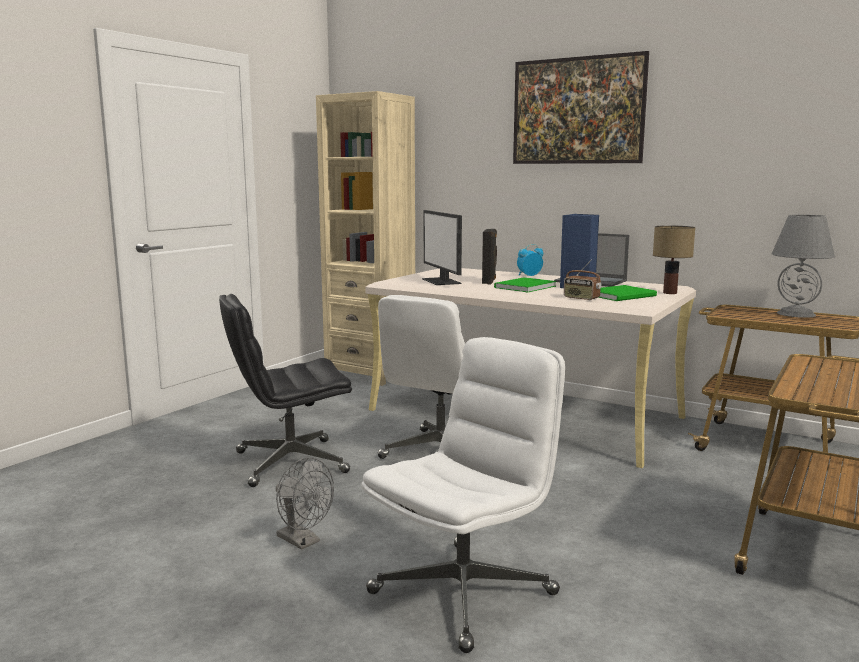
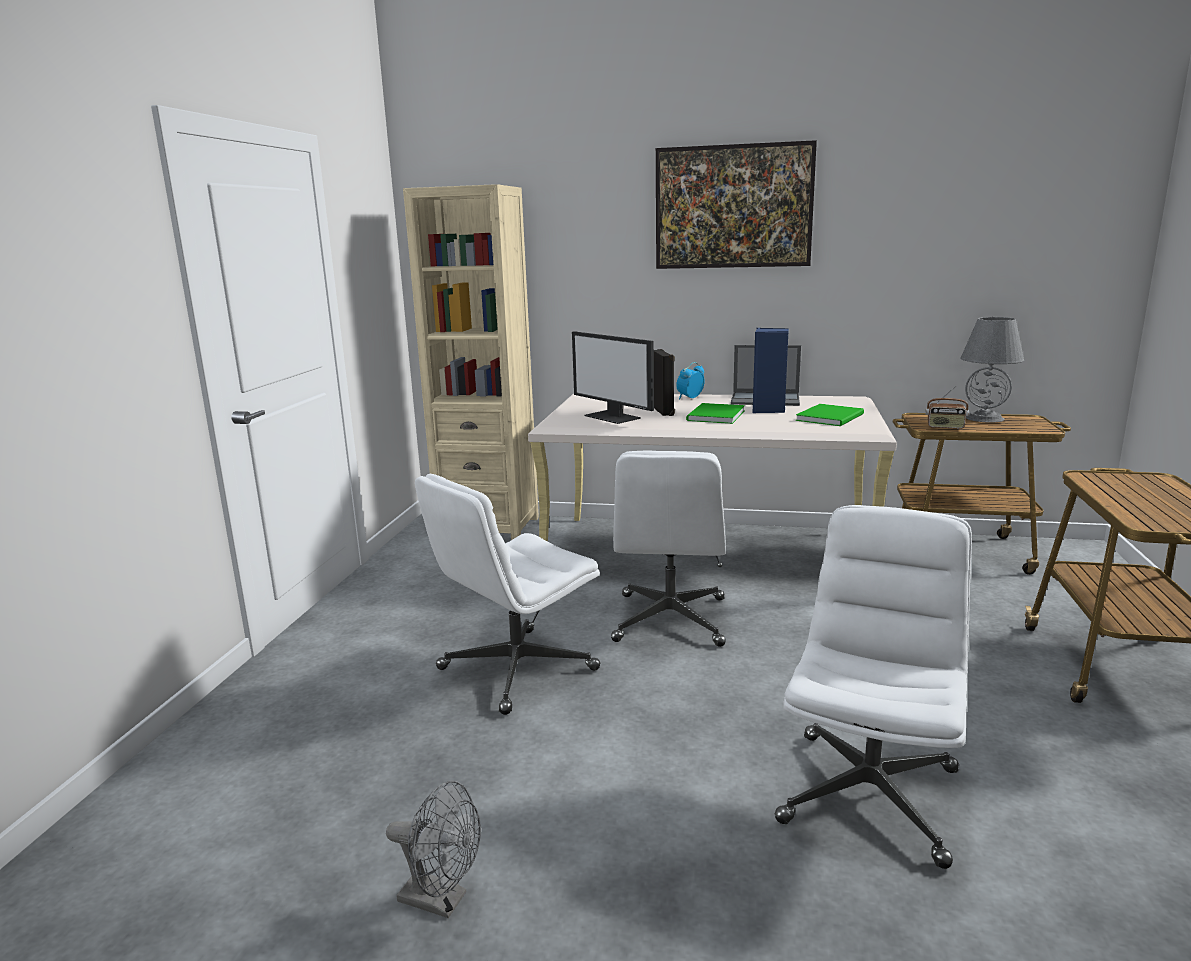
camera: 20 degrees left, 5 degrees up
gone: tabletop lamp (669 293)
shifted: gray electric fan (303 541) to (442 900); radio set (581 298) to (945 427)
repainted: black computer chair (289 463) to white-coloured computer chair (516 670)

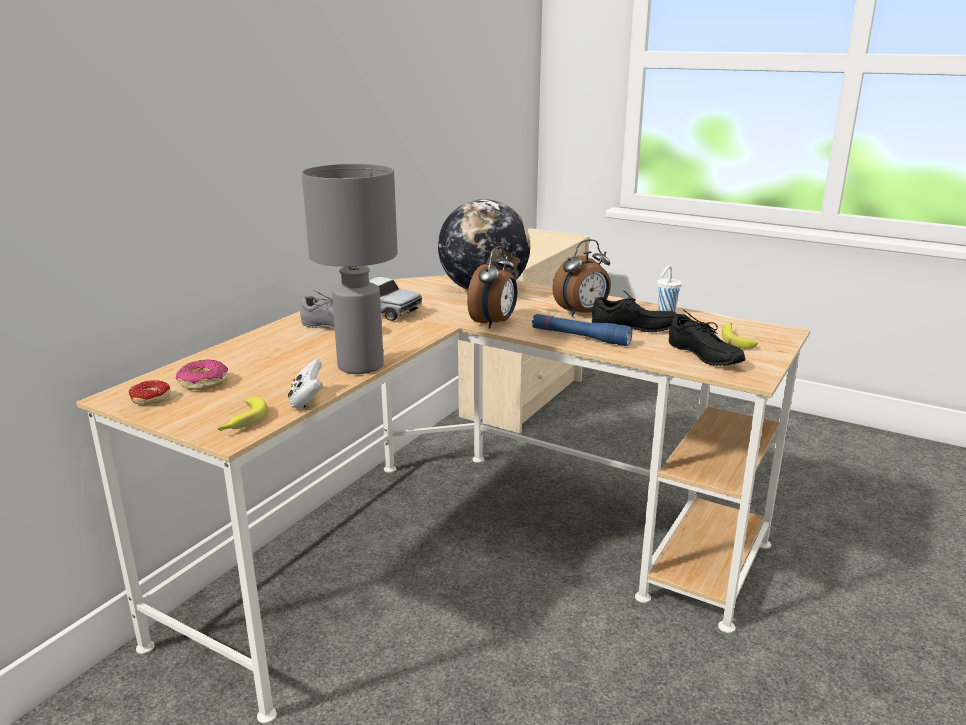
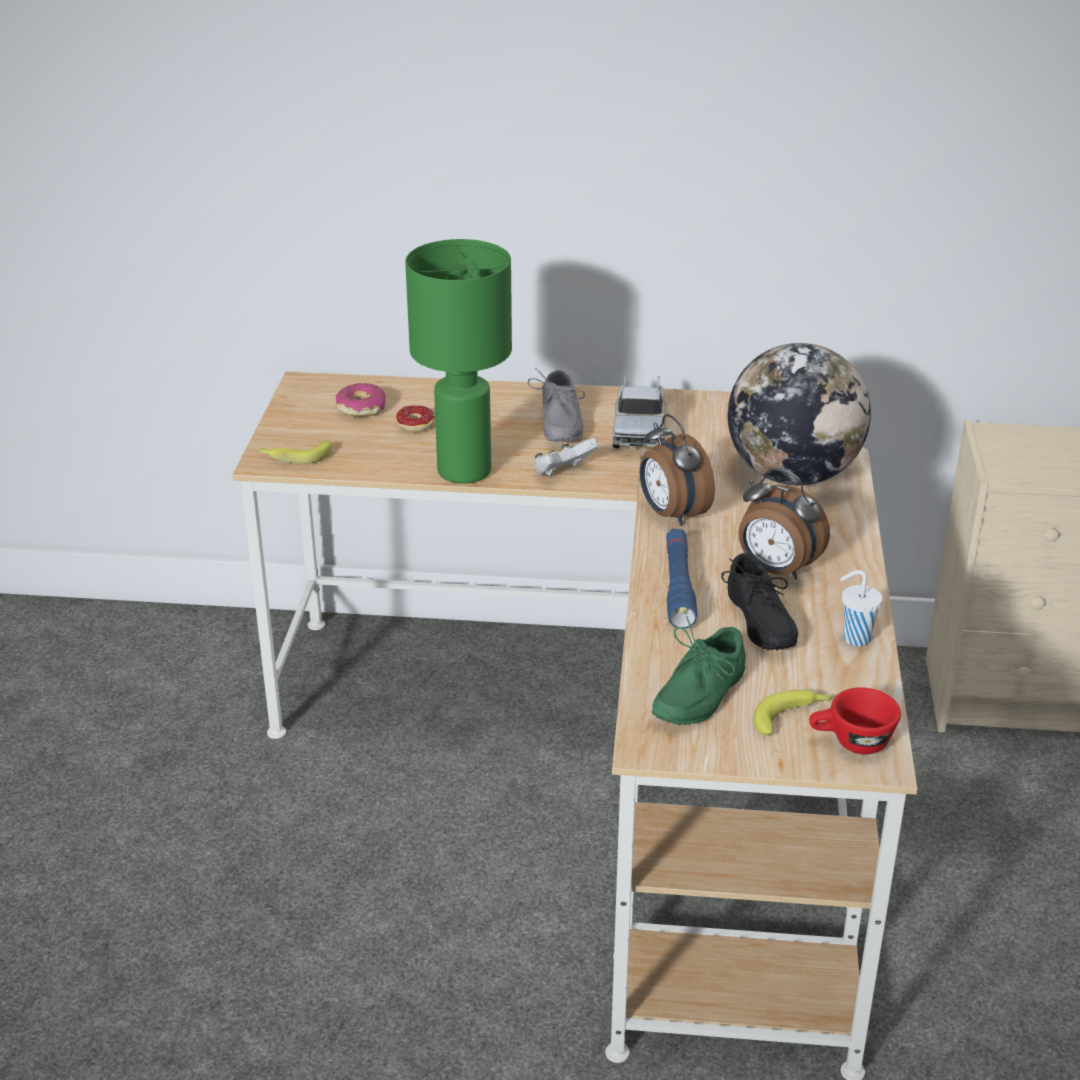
camera: 65 degrees right, 10 degrees up
new: red cup (851 742)
shifted: donut (148 402) to (409 427); white-coloured gamepad (307 400) to (563 472)
repainted: gray tabletop lamp (360 365) to green tabletop lamp (465 470); black low shoe (702 356) to green low shoe (694 694)
rotated: alarm clock (494 323) = (671 514) 60 degrees clockwise

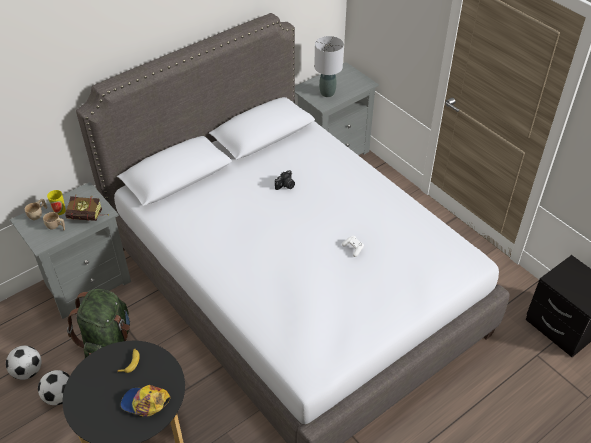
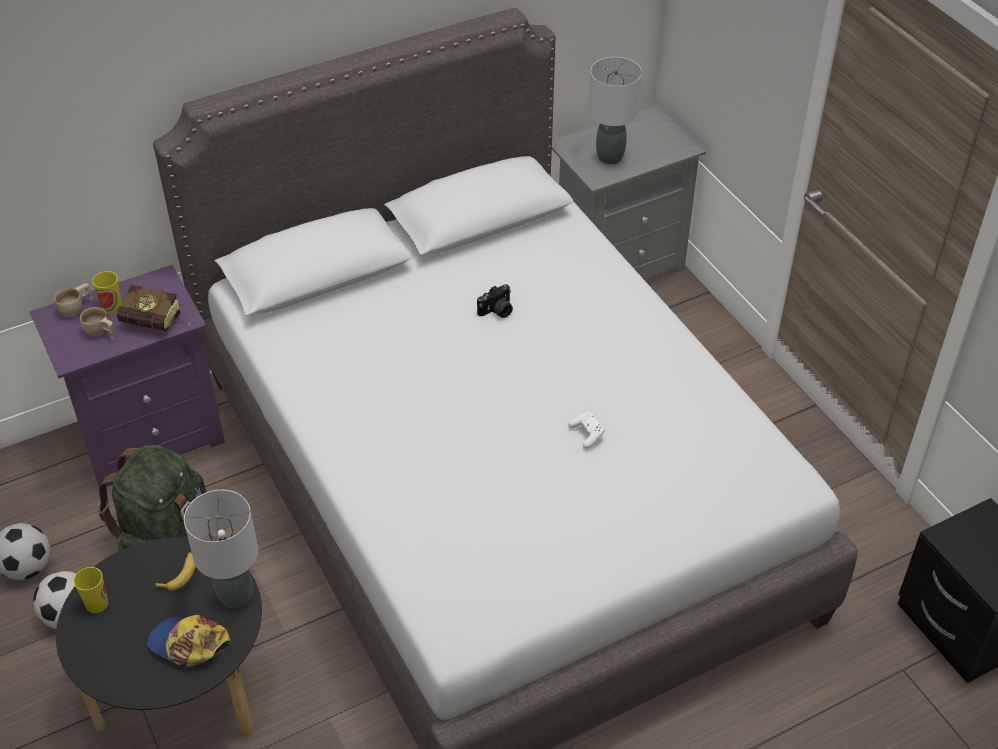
camera: 10 degrees right, 0 degrees up
new: cup (97 603); gray tabletop lamp (236 595)
repainted: gray nightstand (86 283) to purplish nightstand (150 436)

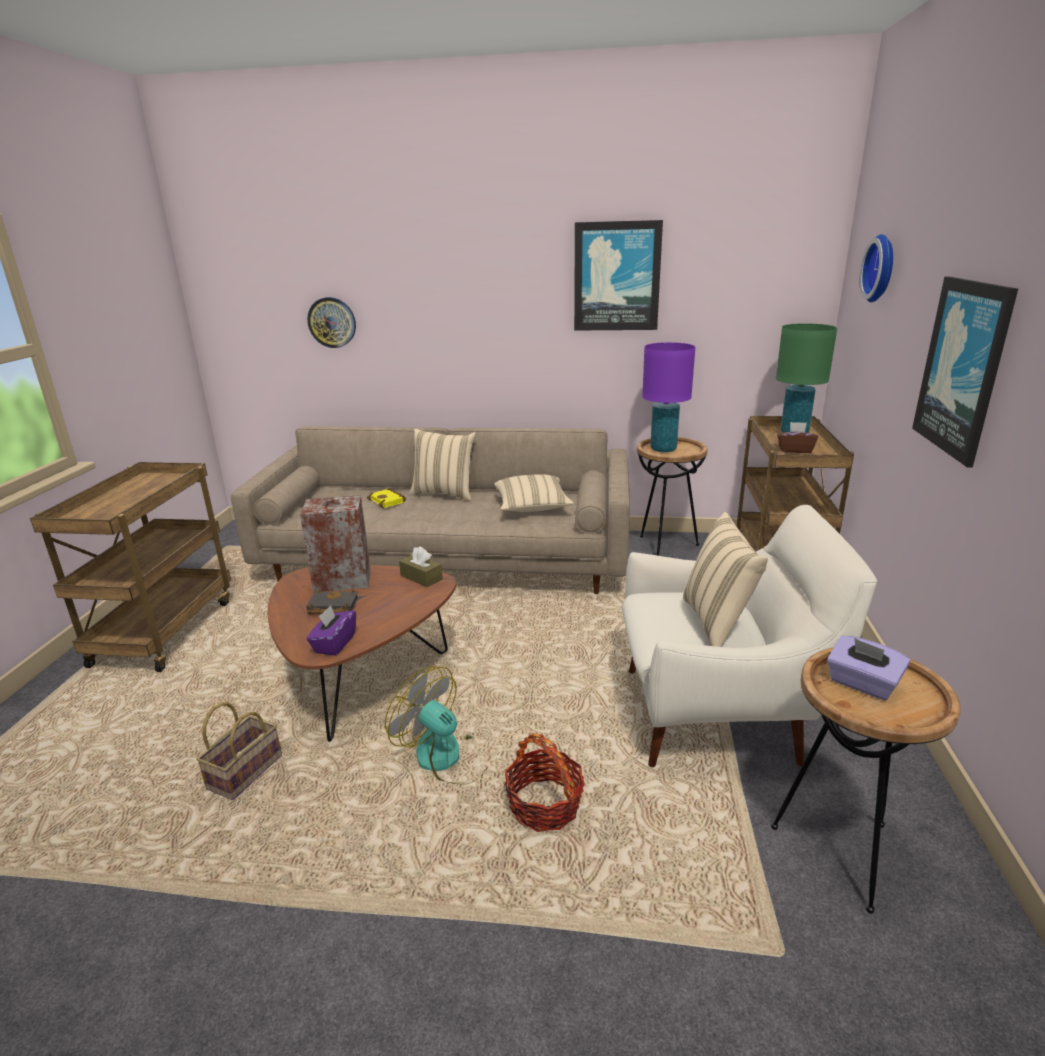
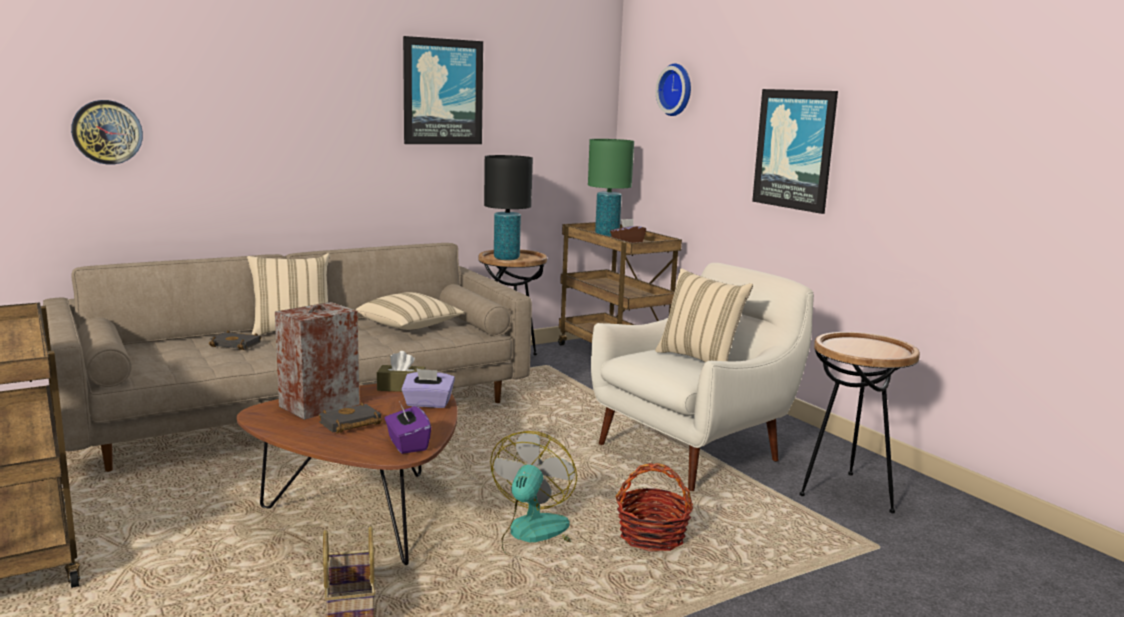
camera: 40 degrees left, 10 degrees down
shifted: purplish tissue holder (862 684) to (428 403)
repainted: yellow volume (388 501) to black volume (237 344); purplish tabletop lamp (663 449) to black tabletop lamp (506 258)
rotated: electric fan (448 757) = (535 537) 105 degrees clockwise

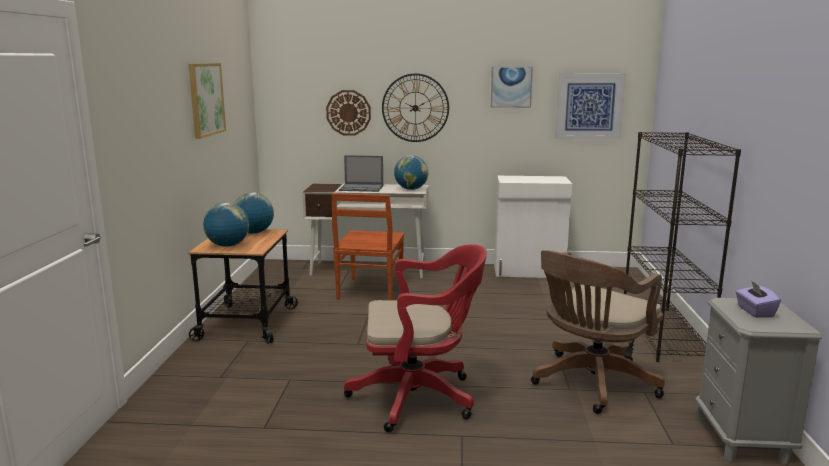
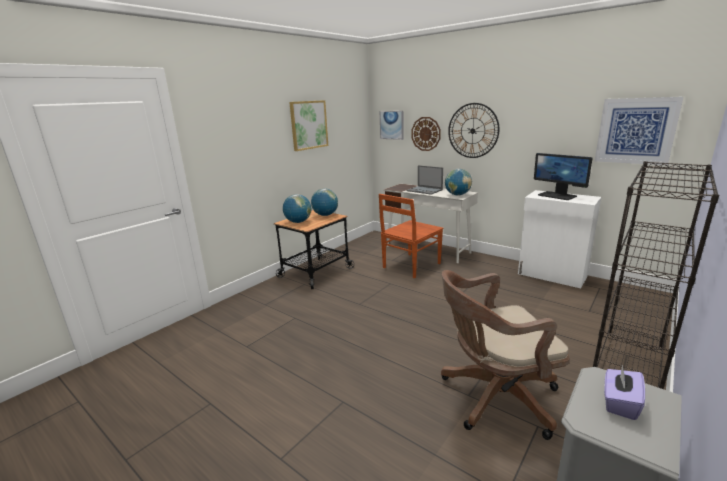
camera: 35 degrees right, 5 degrees up
gone: red computer chair (419 397)
new: monitor (557 195)
shifted: wall art (511 87) to (391 125)

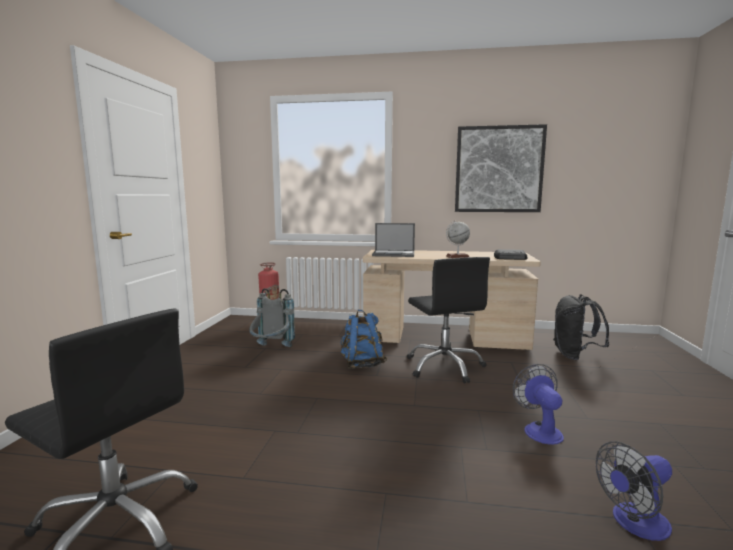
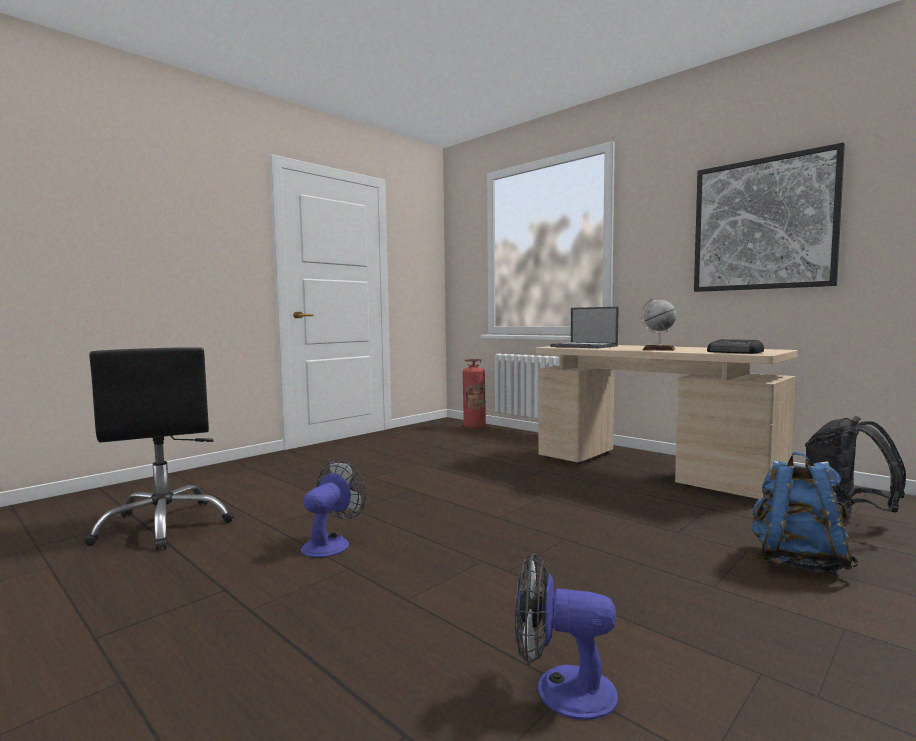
camera: 35 degrees right, 5 degrees down
gone: gray rucksack (271 350); black computer chair (444 366)
shifted: bluish rucksack (362 364) to (797 562); electric fan (539 429) to (331 543)

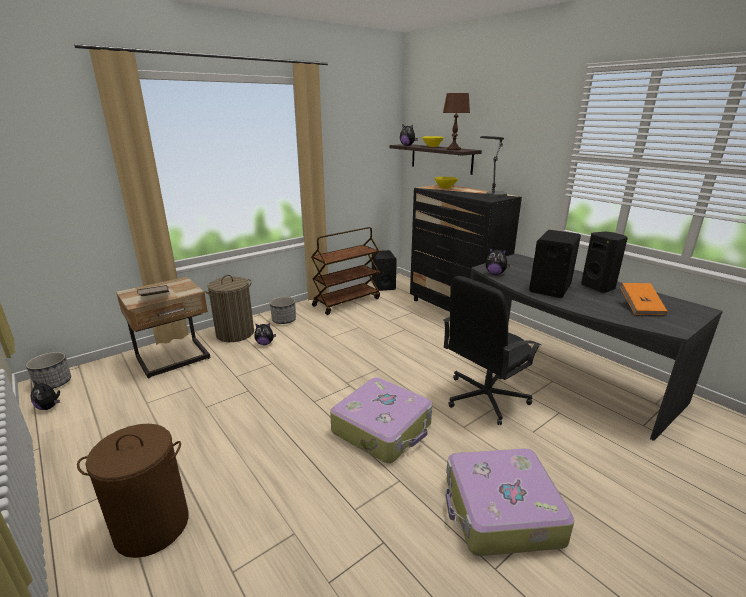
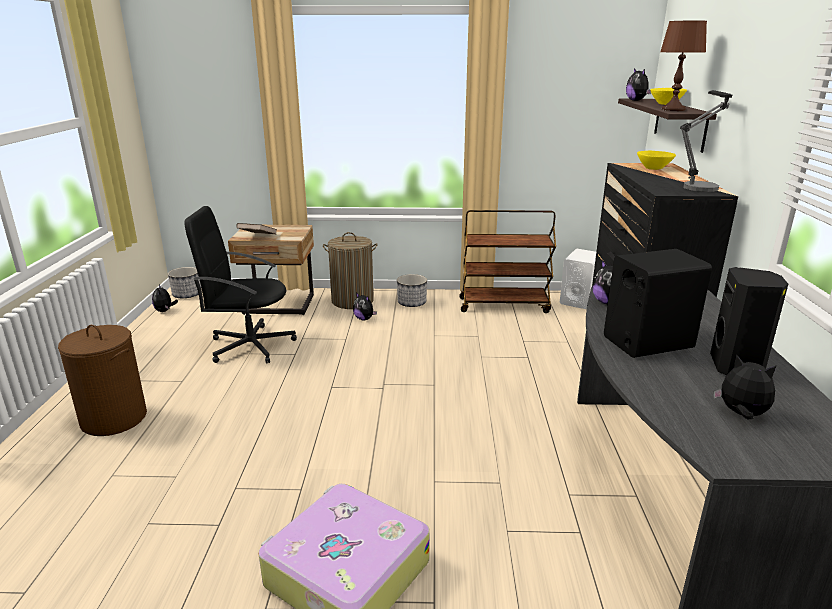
camera: 40 degrees right, 0 degrees up
gone: travel case (383 428)
shifted: black computer chair (484 398) to (250 345)
swapped: orangey volume (640 308) to plush toy (741 414)
repainted: black loudspeaker (383 285) to white-coloured loudspeaker (578 300)

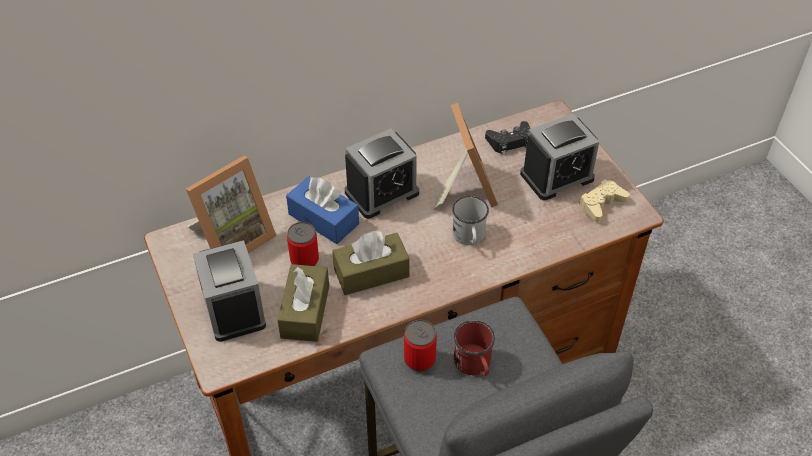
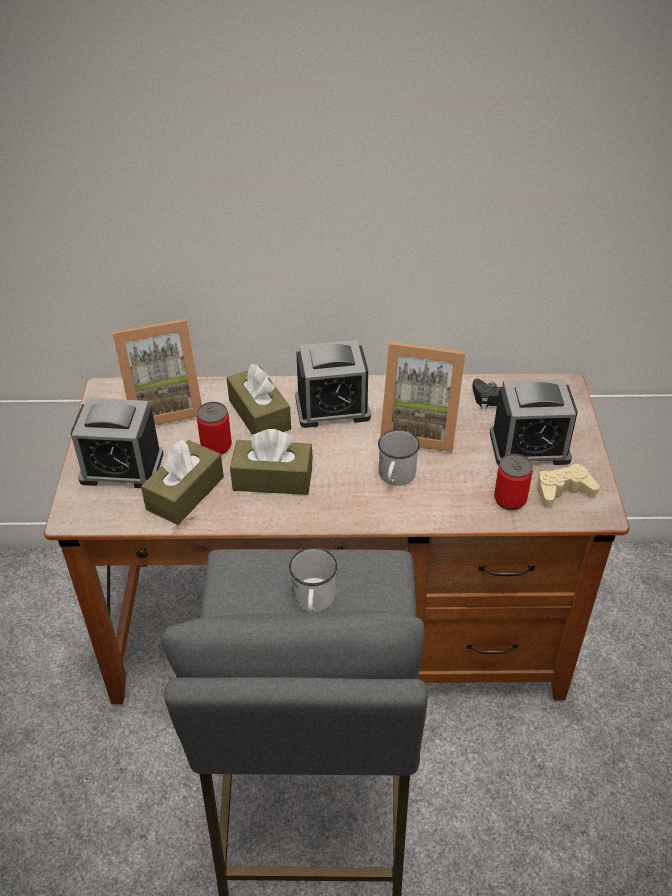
camera: 25 degrees right, 5 degrees down
shifted: can (419 359) to (510 499)
repainted: bluish tissue holder (323 219) to brownish tissue holder (259 414); red mug (474 365) to white-coloured mug (313 601)
rotated: alarm clock (233 308) = (122 467) 90 degrees counterclockwise; photo frame (463 188) = (420 428) 90 degrees clockwise

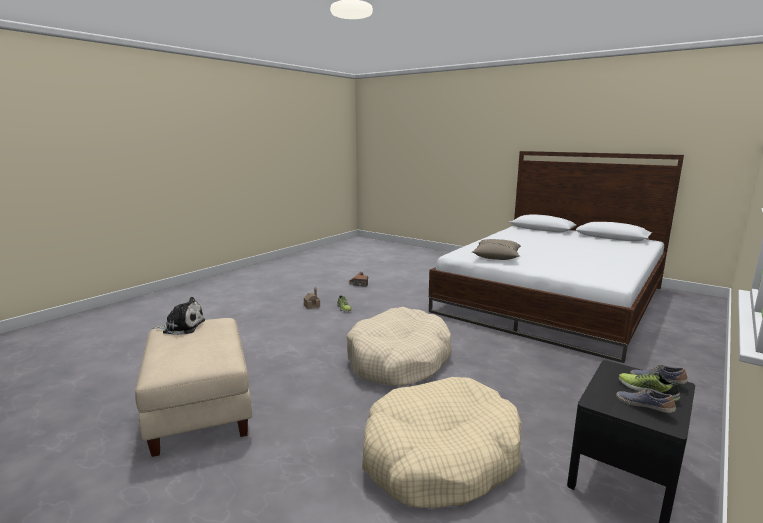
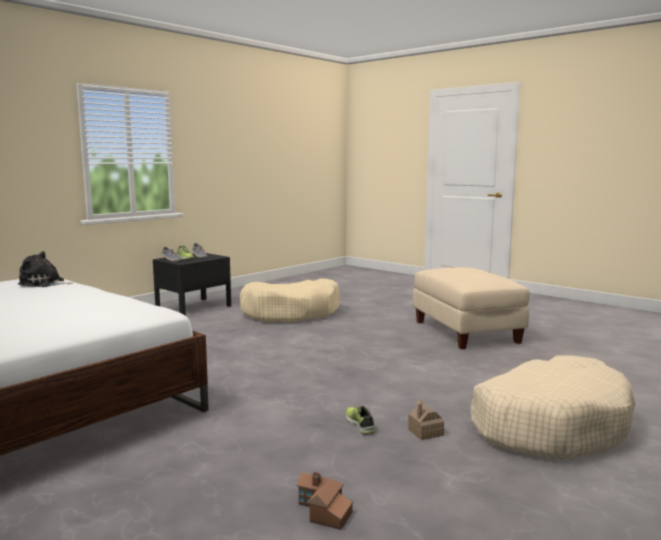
camera: 175 degrees left, 5 degrees down
gone: beige pillow (496 257)
shifted: plush toy (182 327) to (44 283); beige pet bed (398 360) to (549 425)

